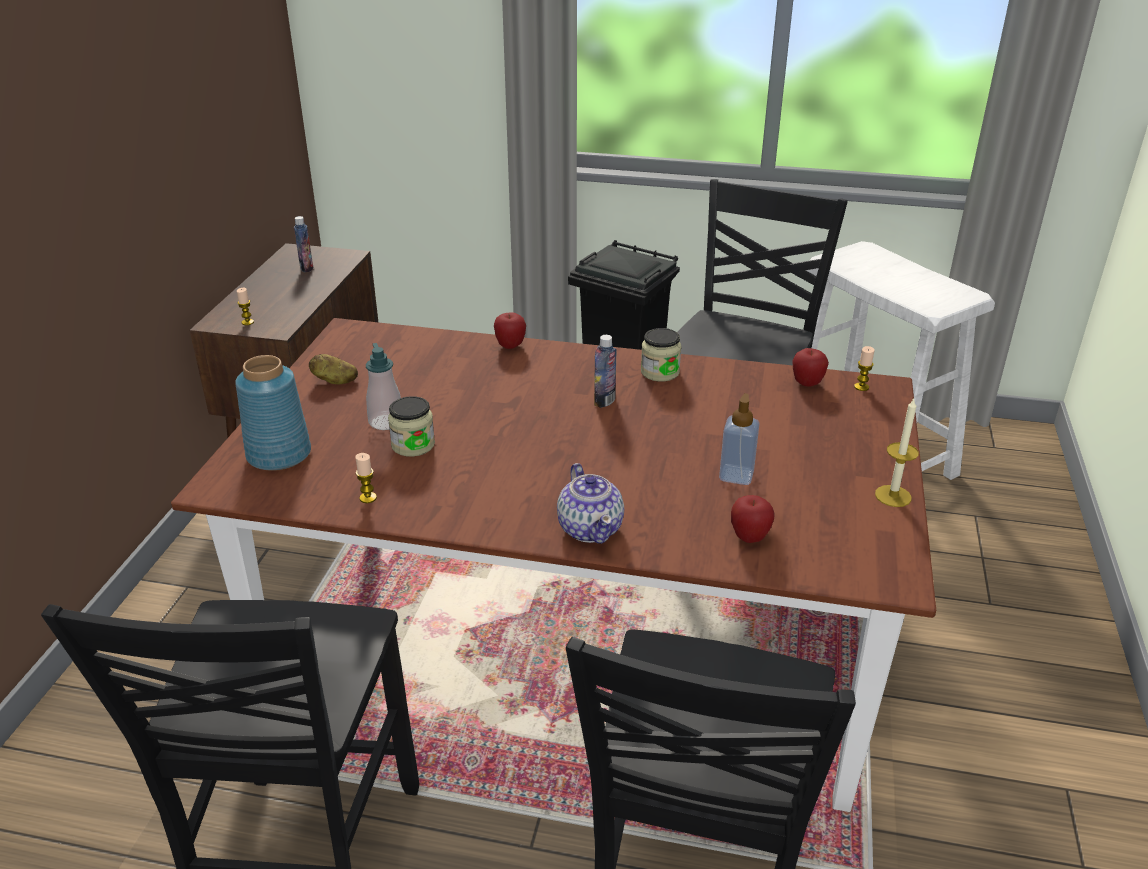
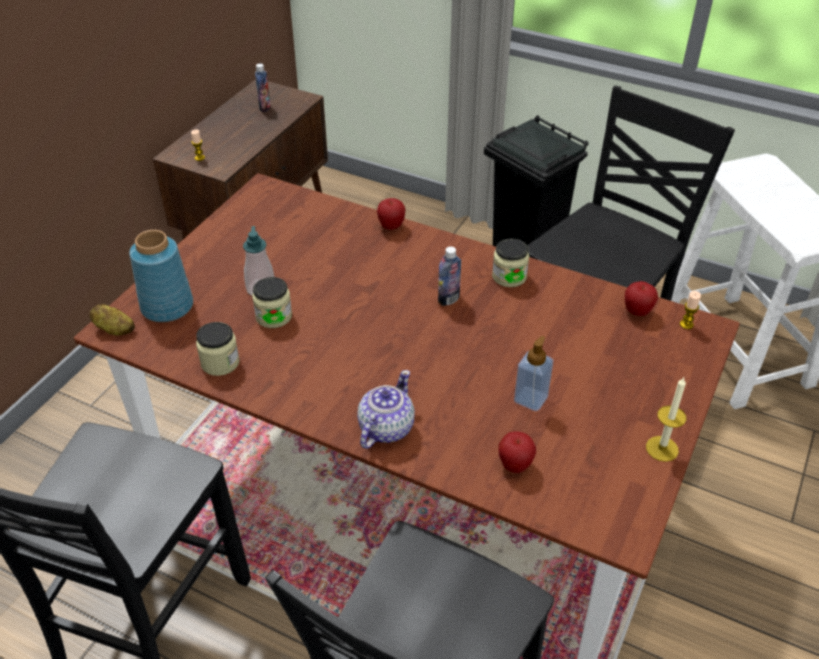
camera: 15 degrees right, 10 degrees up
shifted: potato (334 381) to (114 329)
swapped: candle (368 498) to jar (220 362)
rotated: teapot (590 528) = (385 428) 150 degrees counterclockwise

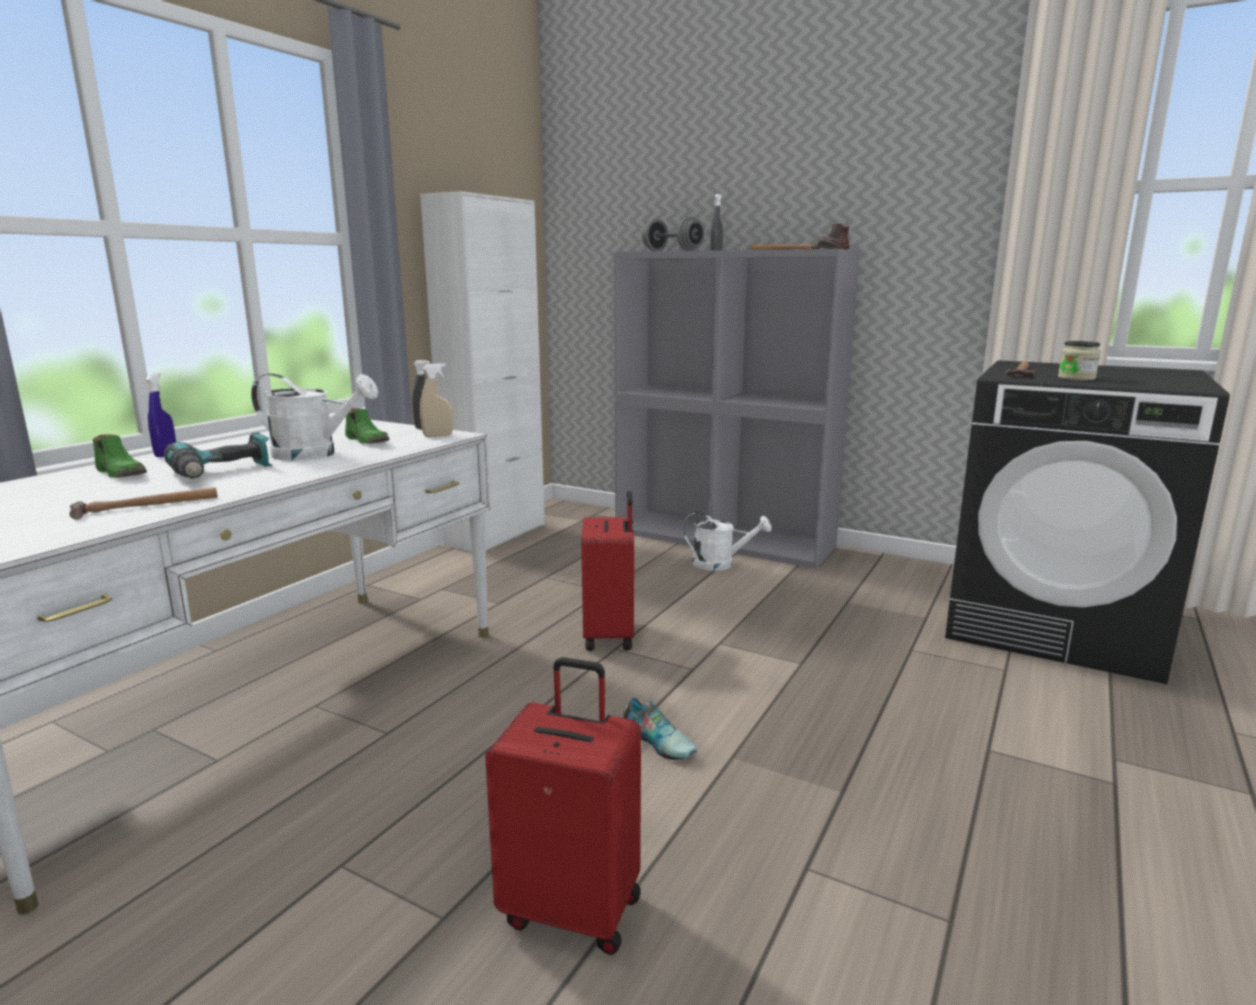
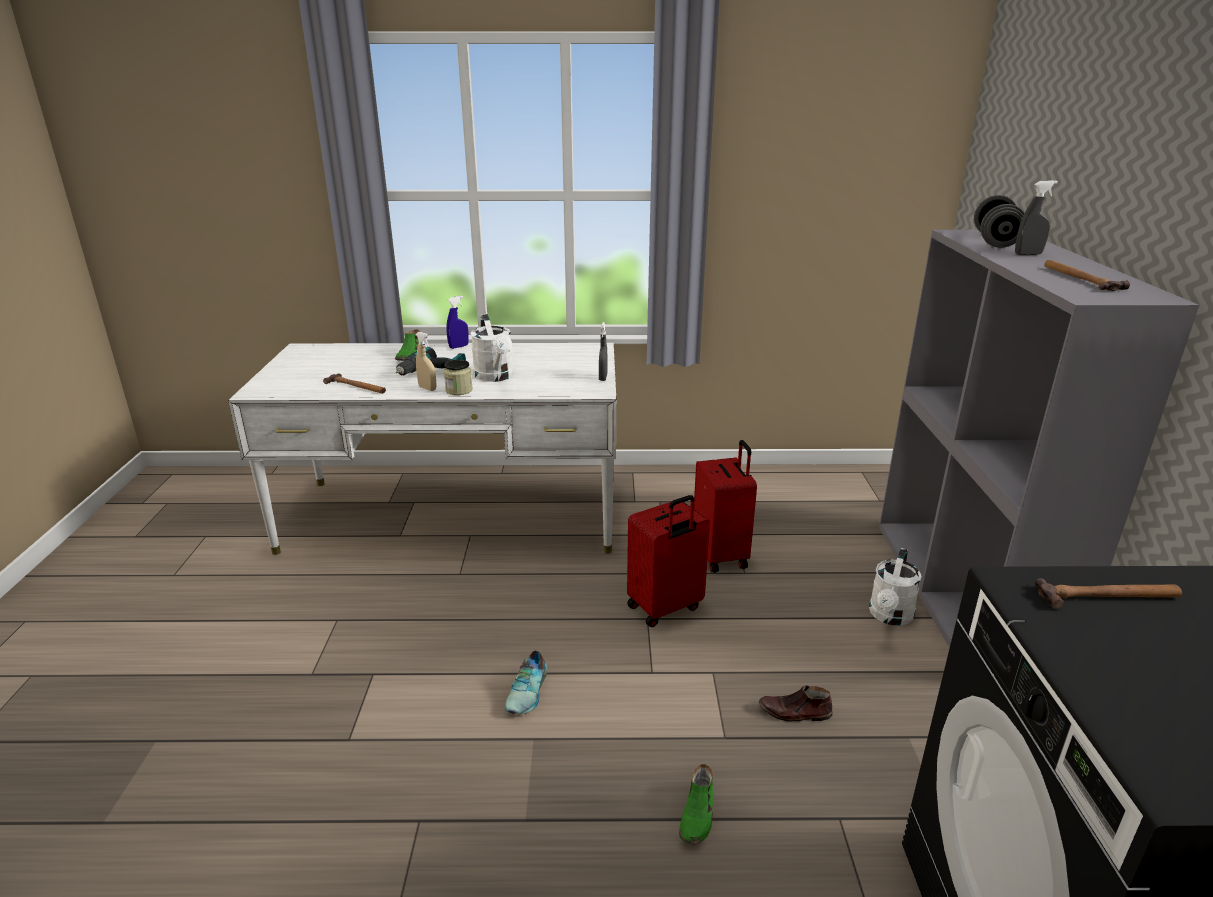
camera: 60 degrees right, 10 degrees up
gone: white-coloured cupboard (496 535)
shifted: green low shoe (368 441) to (698 815); beige spray bottle (438 436) to (427 388); red travel case (573 908) to (721 555); brownish low shoe (834 249) to (795 712); jar (1076 378) to (459 390)
rotated: white-coloured sprinkling can (720 564) = (890 616) 45 degrees clockwise

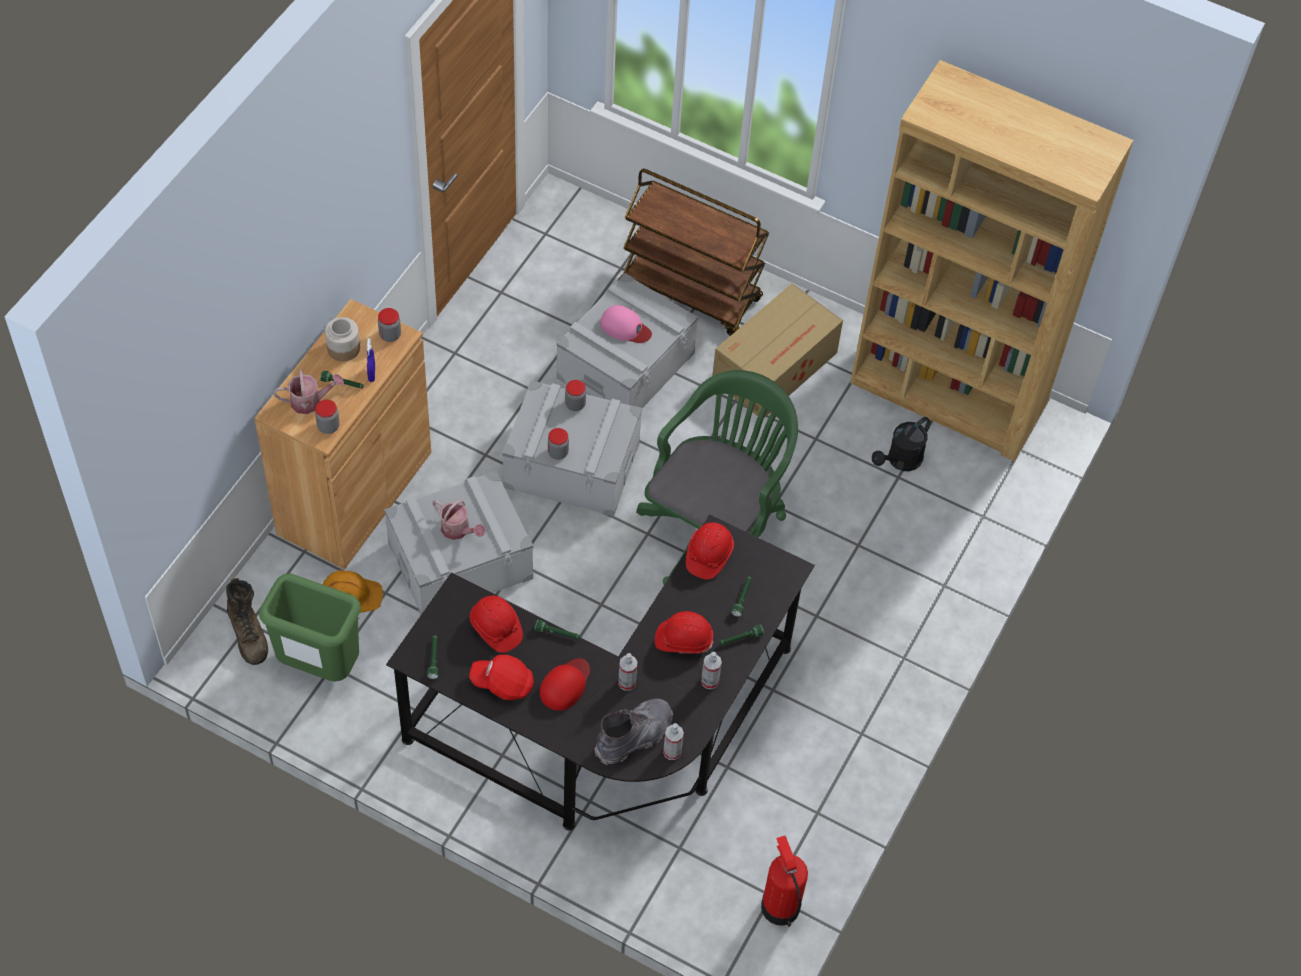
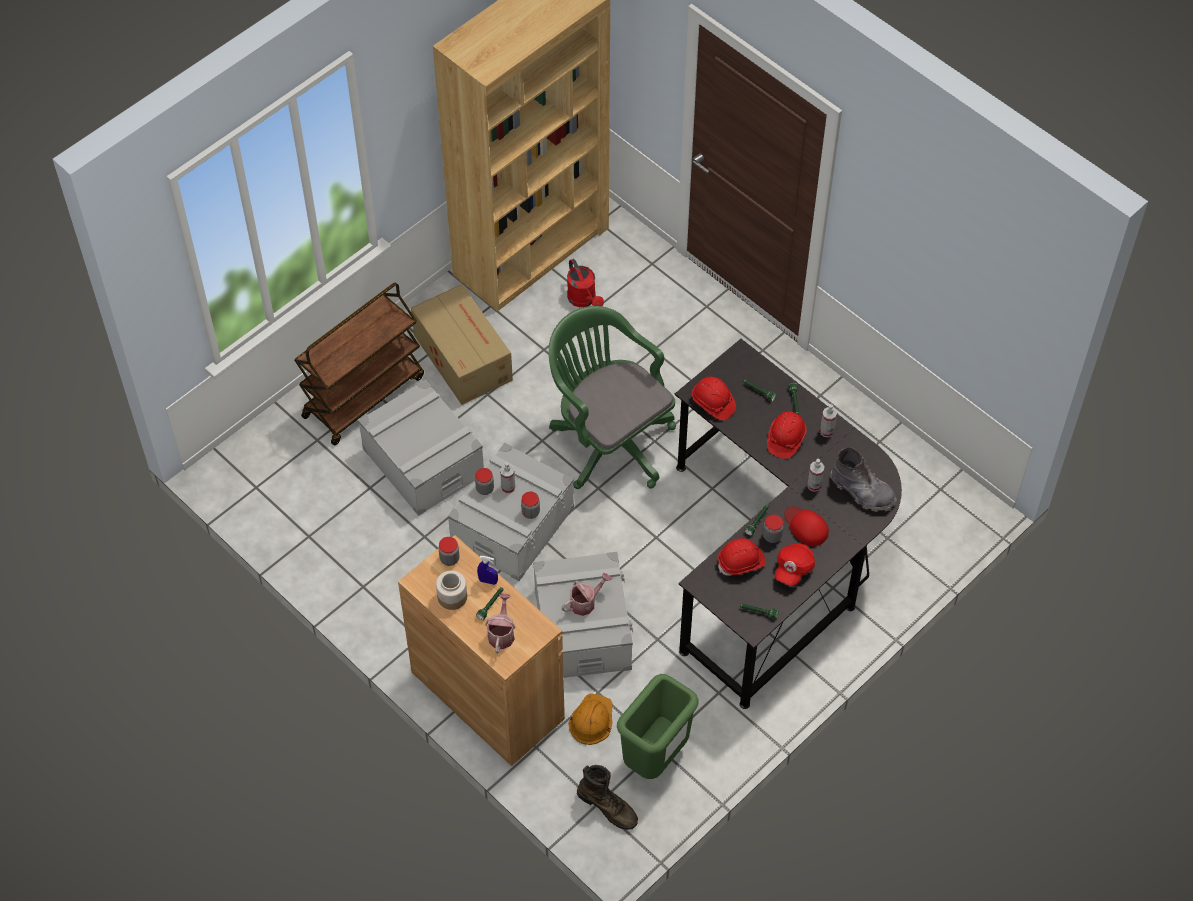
camera: 70 degrees left, 0 degrees up
gone: pink-coloured baseball cap (625 327); fire-fighting cylinder (780 906)
shifted: jar (328 426) to (772 536); spray bottle (672 752) to (508 487)
repainted: black sprinkling can (900 461) to red sprinkling can (584 300)
rotated: brownish tall boot (248 634) = (608 806) 45 degrees clockwise; gray tall boot (634 736) = (862 491) 150 degrees clockwise

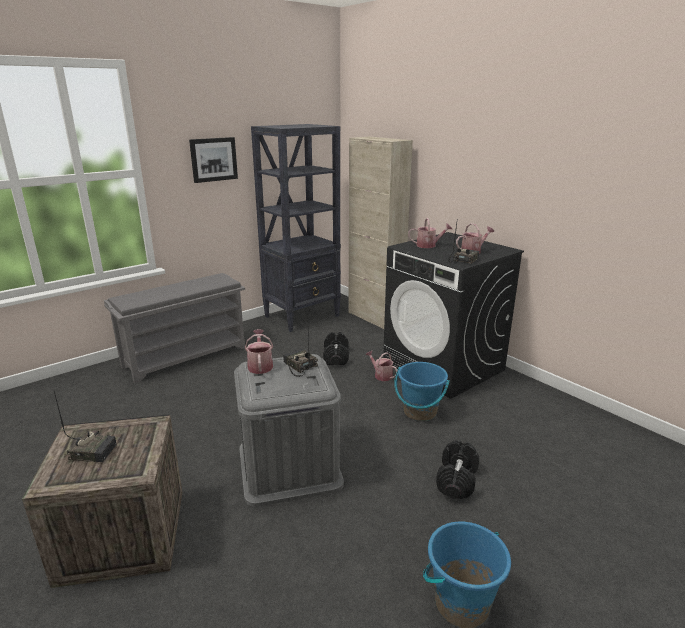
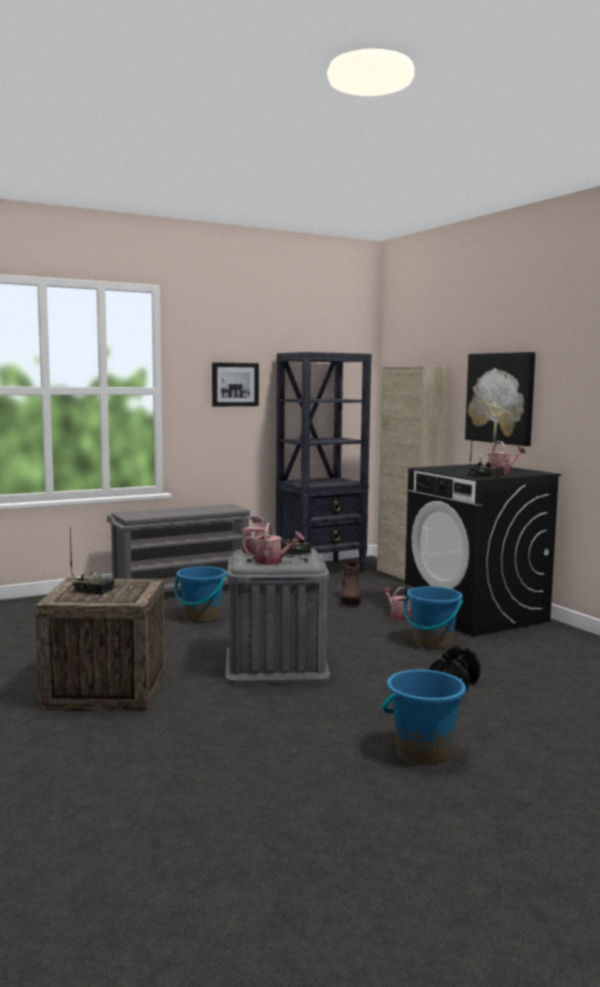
camera: 10 degrees right, 15 degrees down
new: bluish pail (201 617); wall art (500 398)
shifted: sprinkling can (429 245) to (272 561)
swapped: black dumbbell (336 357) to brownish tall boot (350 601)

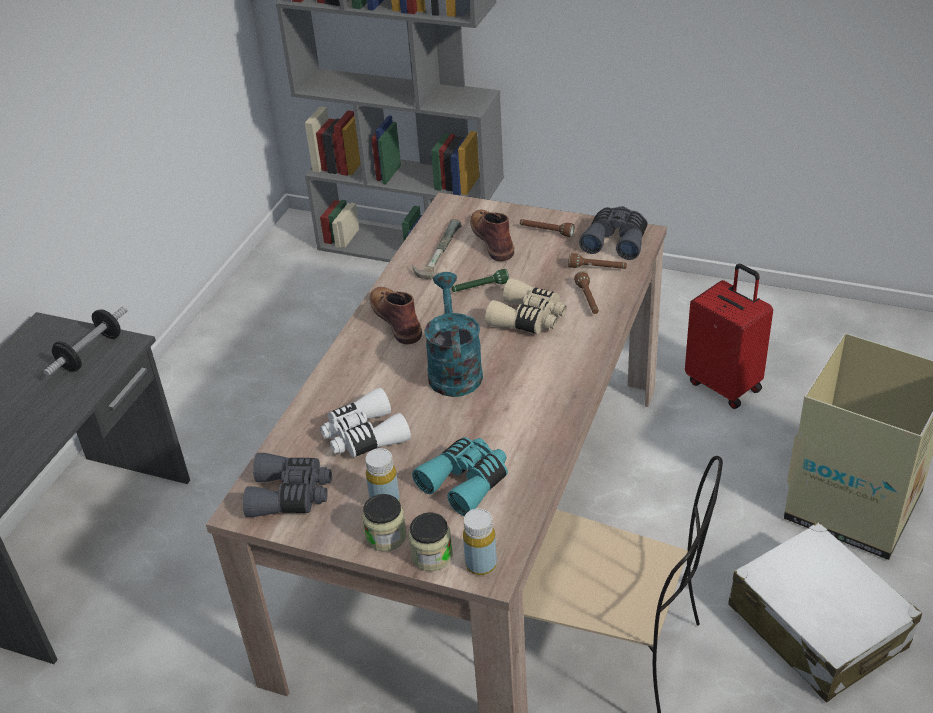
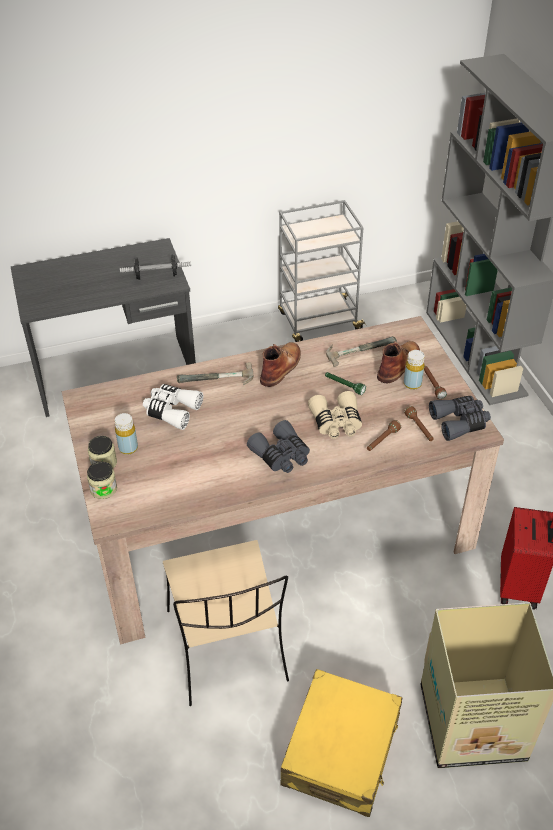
camera: 50 degrees right, 5 degrees up
gone: turquoise field glasses (466 481); turquoise sprinkling can (453 369)
new: hand hammer (216 380); gray wheeled cart (318 322)
shifted: gray field glasses (291 495) to (281 455); yellow beverage bottle (481 564) to (412 384)
repainted: white-coloured travel case (817 626) to yellow travel case (341 751)

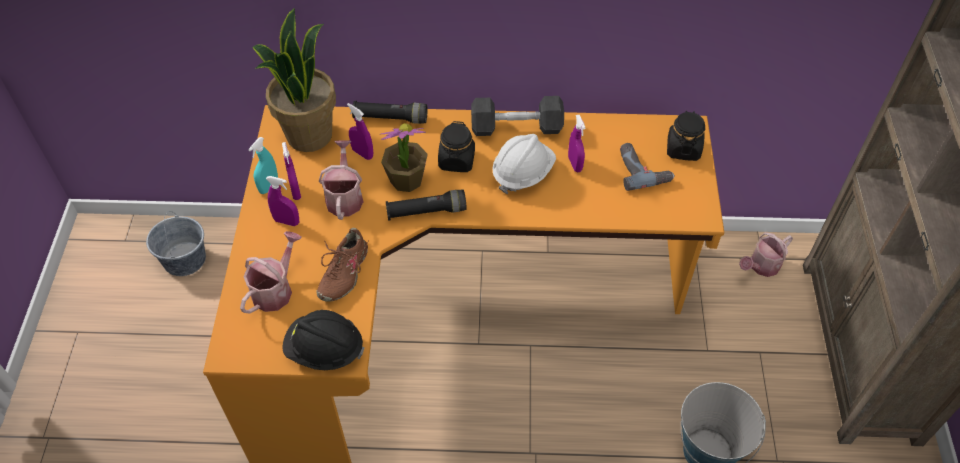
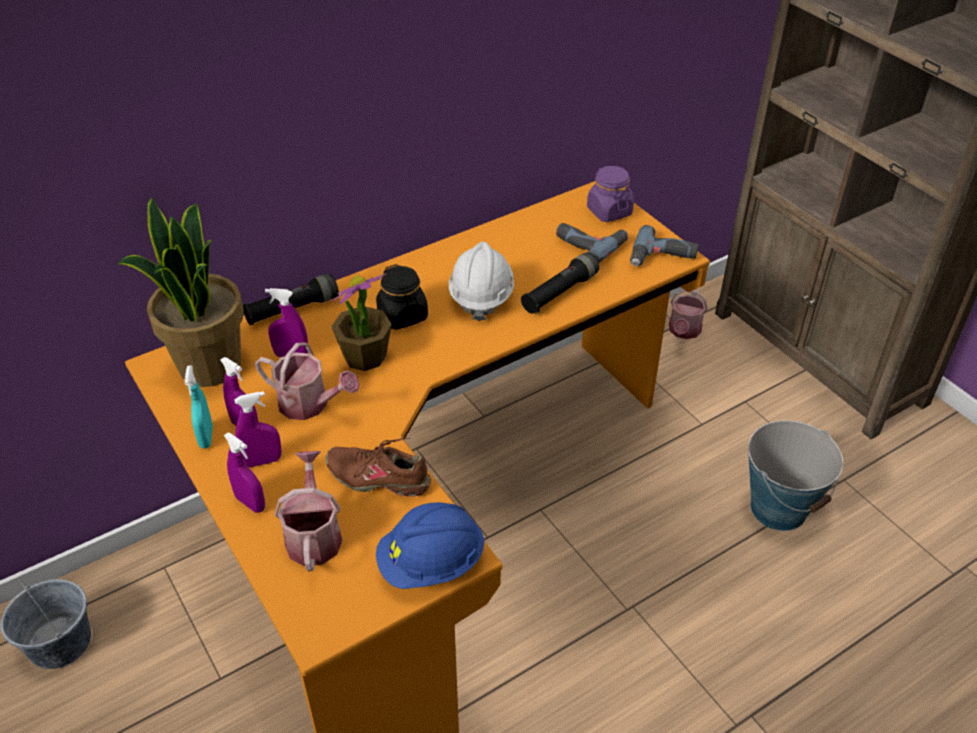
camera: 35 degrees left, 10 degrees down
gone: black dumbbell (516 127)
new: electric drill (662 258)
shifted: black flashlight (426 211) to (559 293); purplish spray bottle (575 164) to (250 503)
repainted: black safety helmet (324 350) to bluish safety helmet (431 563); black jar (683 148) to purplish jar (609 211)
rotated: brownish low shoe (343 273) = (379 477) 120 degrees clockwise; sprinkling can (344 196) = (310 404) 150 degrees clockwise

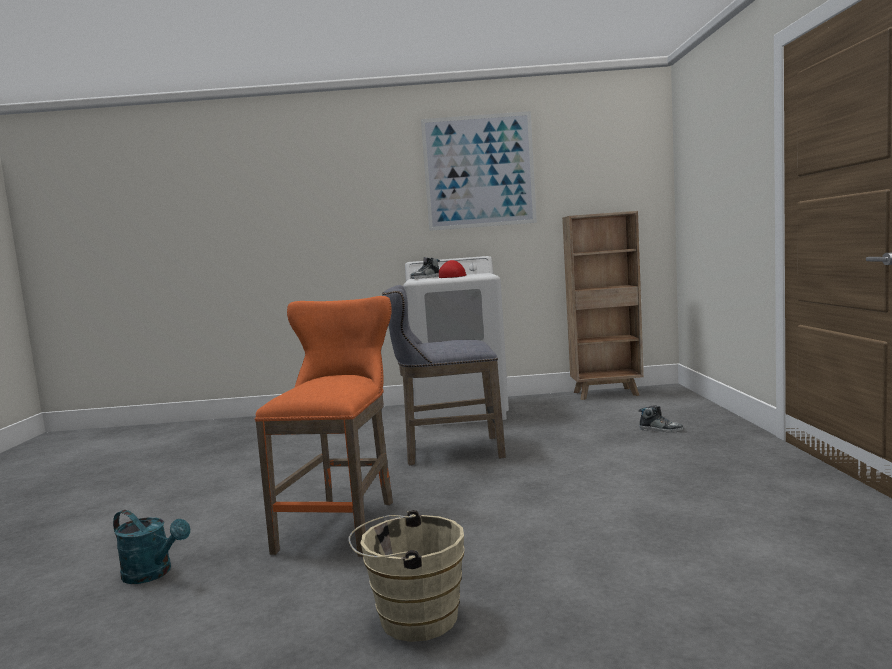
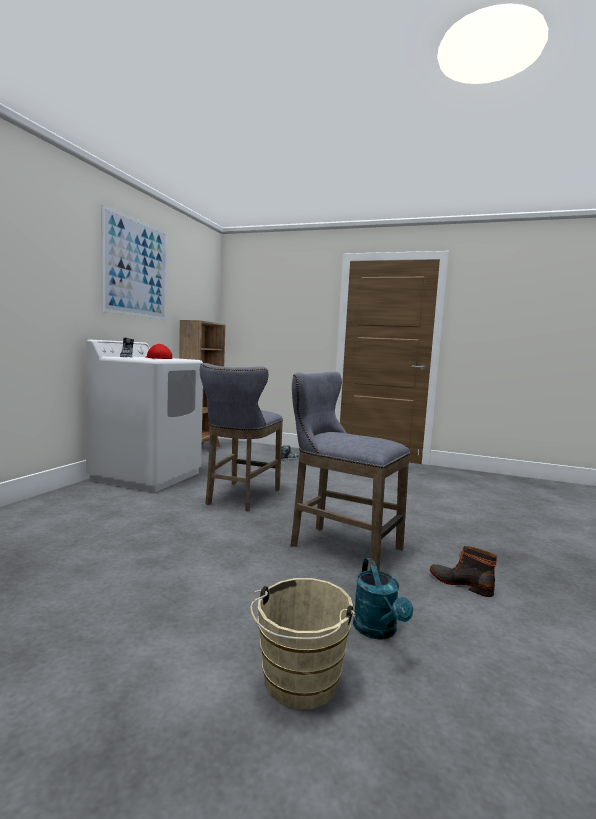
camera: 70 degrees left, 0 degrees up
new: tall boot (461 583)
shifted: beige pail (412 618) to (298 685)
repainted: orangey stool (343 523) to gray stool (339 546)
rotated: turquoise sprinkling can (153 574) = (378 631) 120 degrees clockwise

